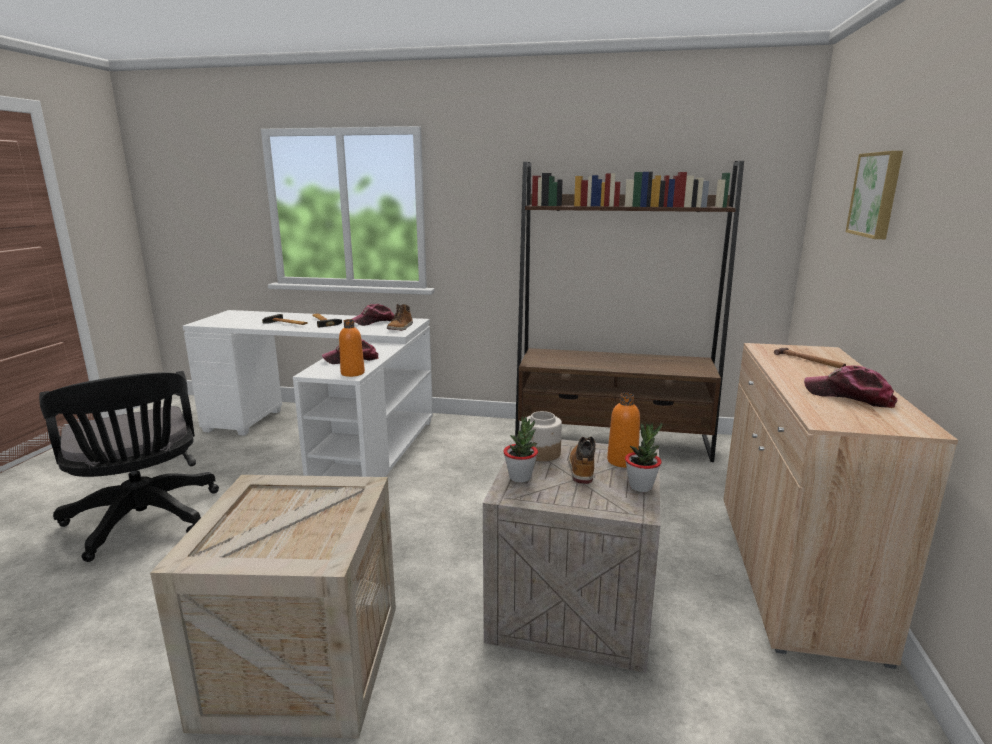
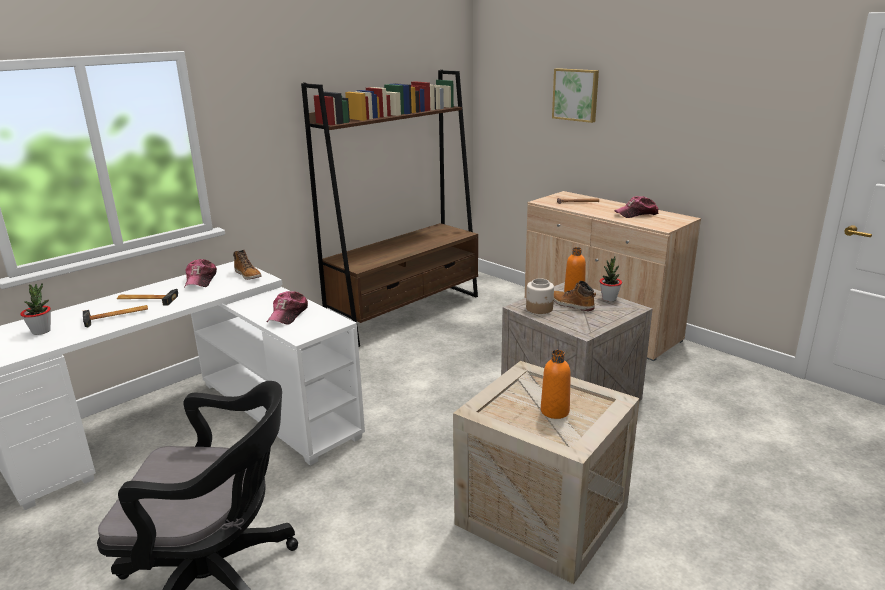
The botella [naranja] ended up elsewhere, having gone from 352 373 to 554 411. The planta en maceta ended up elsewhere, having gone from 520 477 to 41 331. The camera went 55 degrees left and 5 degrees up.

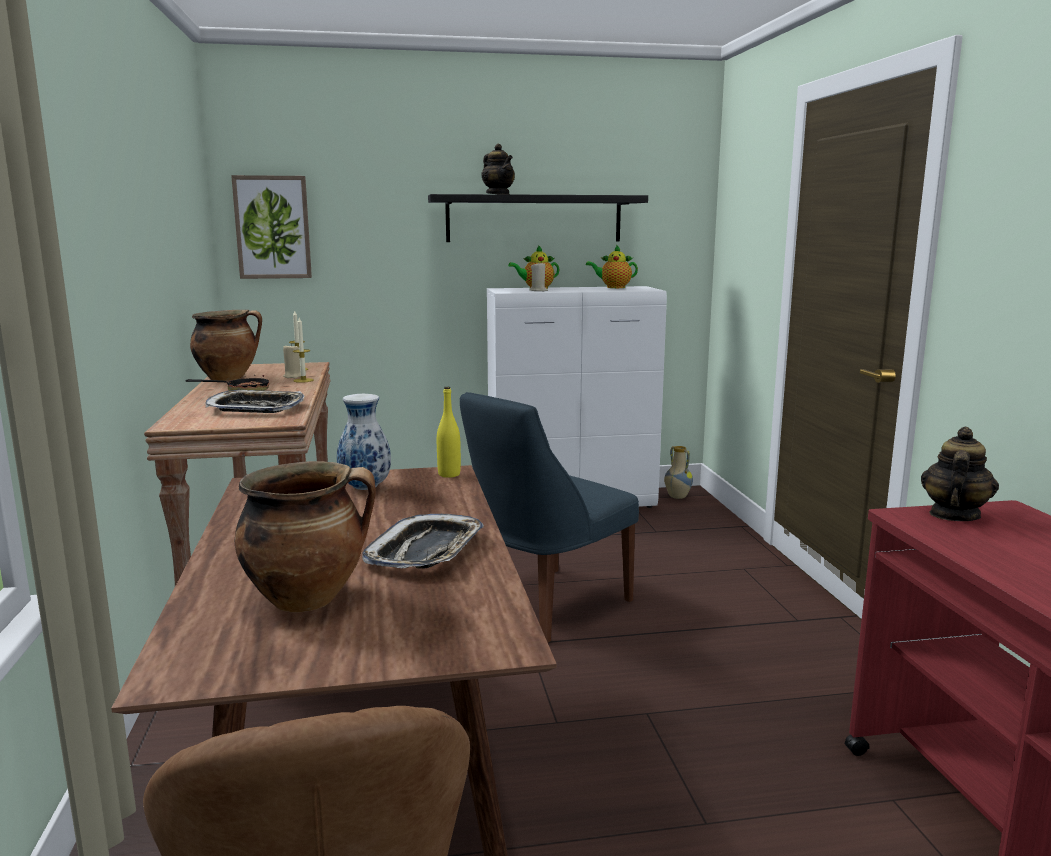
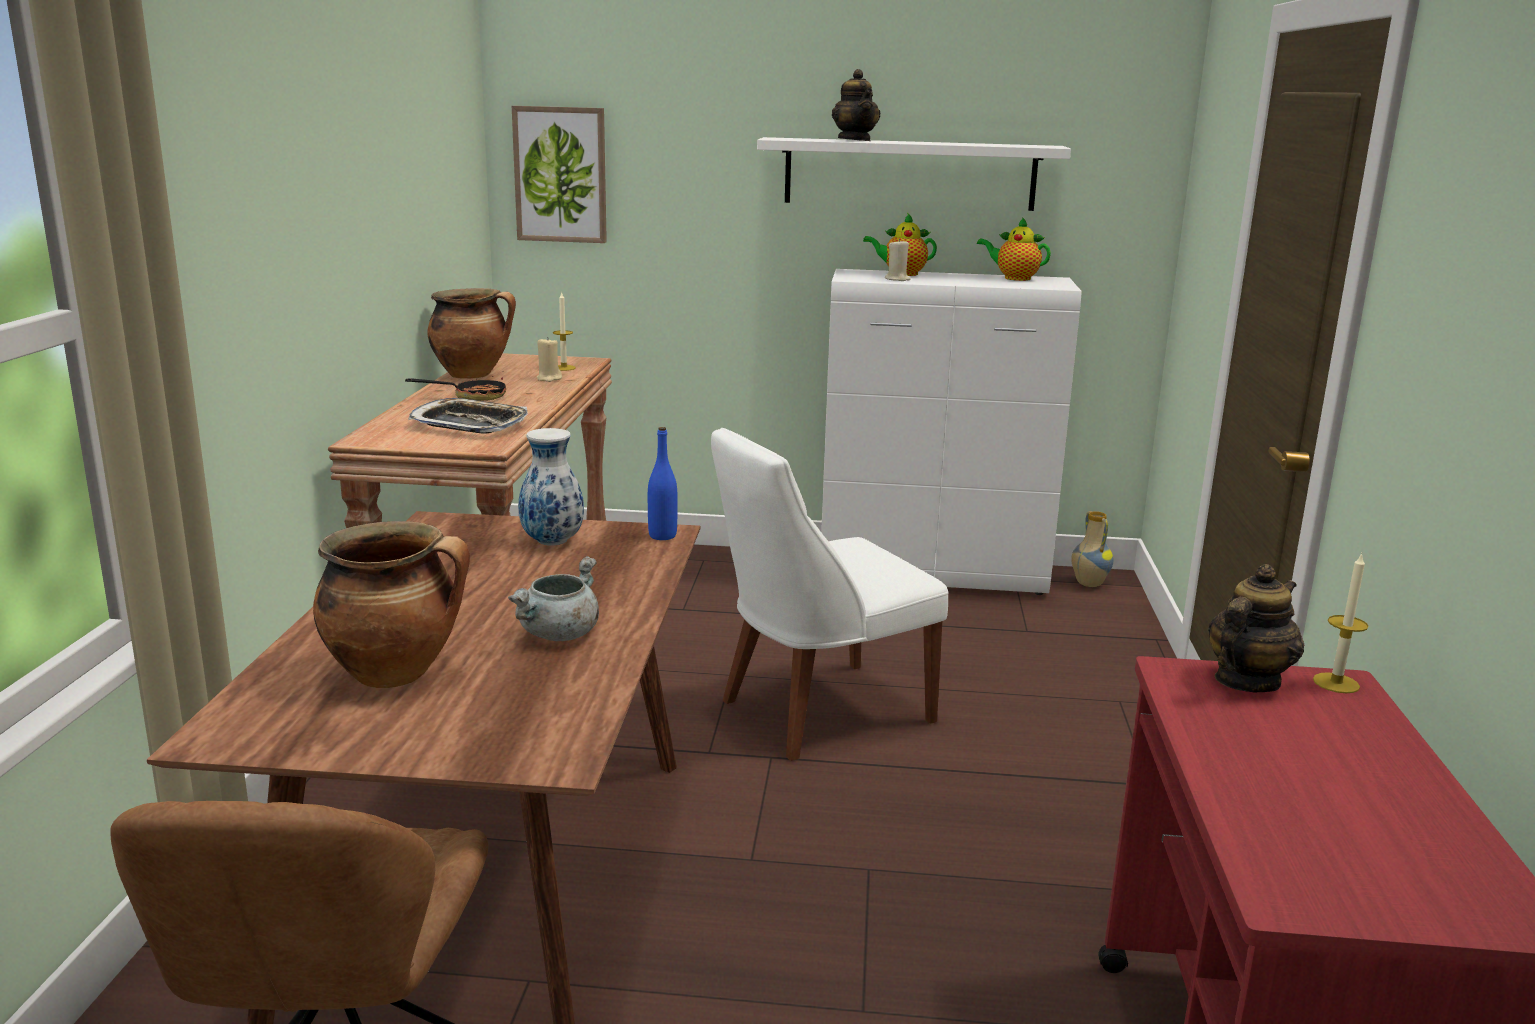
The vela ended up elsewhere, having gone from 303 380 to 1336 683. Where the bandeja stood at 426 551, the olla [gris] came to stand at 559 635. What was the estante [negro] at 534 219 turned into the estante [blanco] at 909 174. What was the botella [amarillo] at 449 474 turned into the botella [azul] at 662 536. What was the silla [azul] at 545 606 turned into the silla [blanco] at 817 712. The camera went 15 degrees right and 5 degrees up.

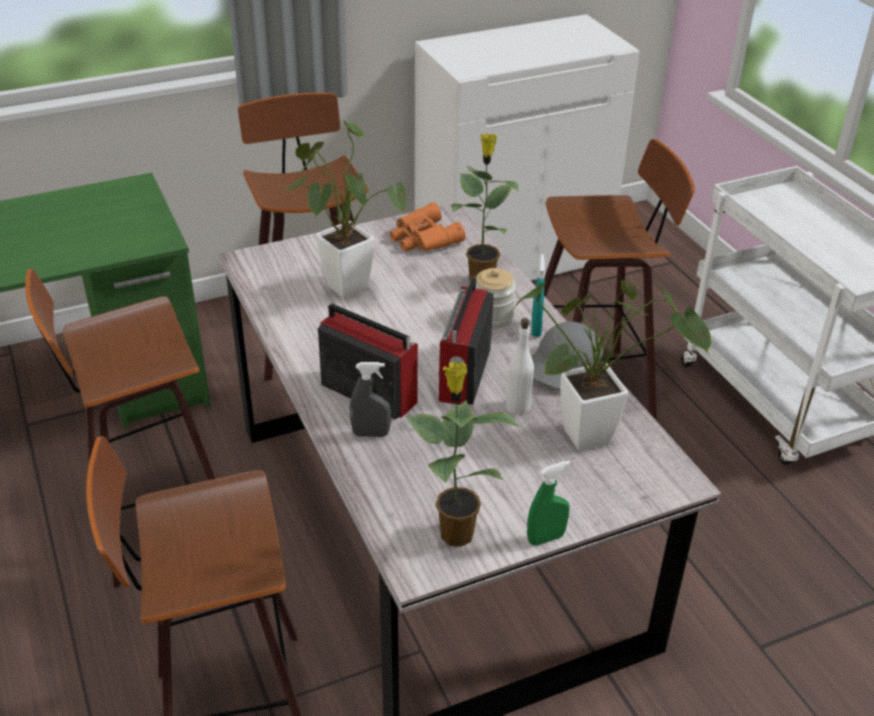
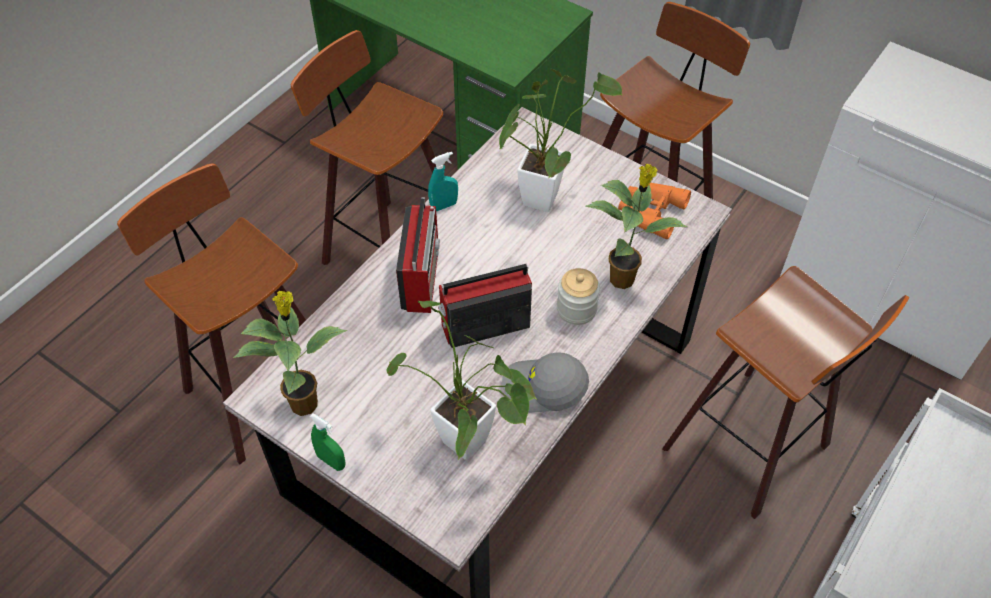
The second view lost the pulverizador [gris] at 371 434. The second view lost the botella [blanco] at 518 406. The pulverizador [turquesa] ended up elsewhere, having gone from 536 328 to 444 205. The camera went 60 degrees right and 15 degrees up.

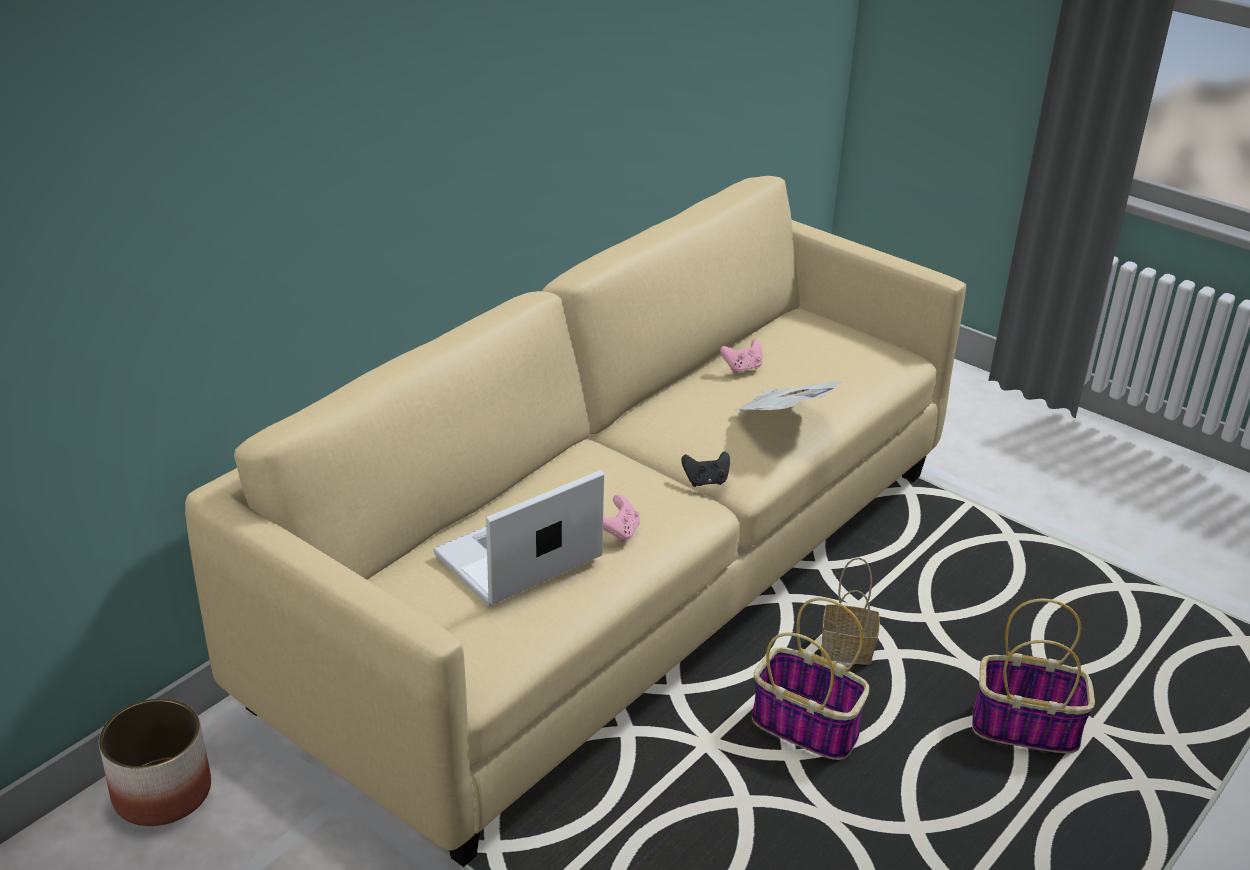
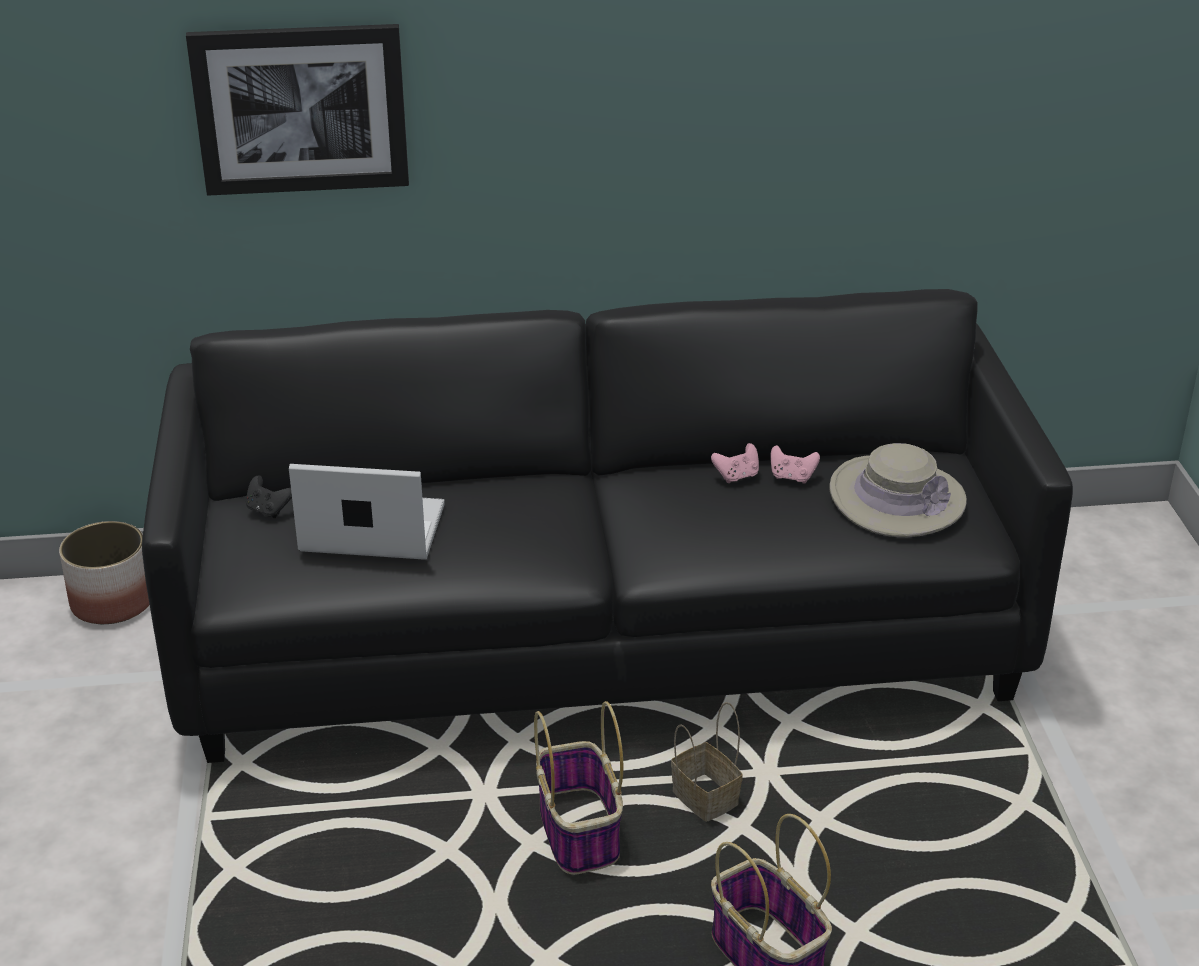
The second view lost the periódico at 785 419. The second view gained the cuadro at 301 109. The second view gained the sombrero [beis] at 896 498. The mando de consola [rosa] ended up elsewhere, having gone from 620 532 to 736 476. The mando de consola [negro] ended up elsewhere, having gone from 706 481 to 268 510. What was the sofá [beis] at 619 580 turned into the sofá [negro] at 600 636. The camera went 45 degrees right and 0 degrees up.

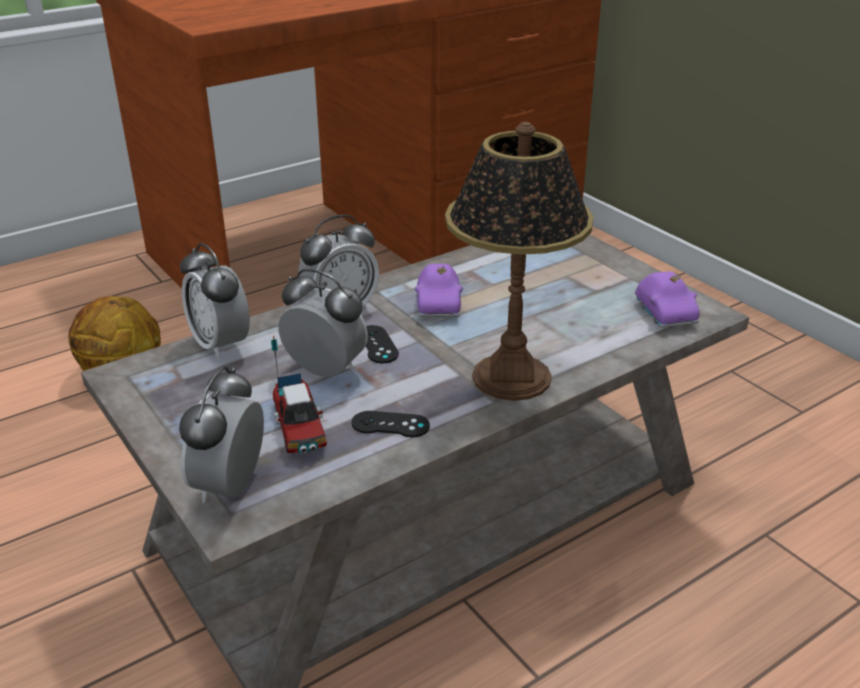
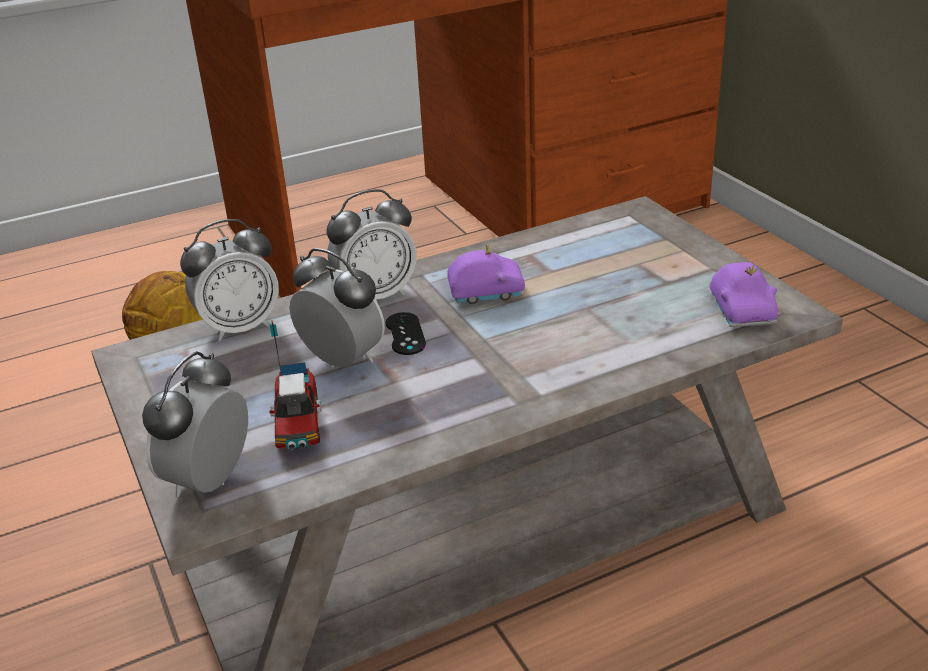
The second view lost the mando de consola [negro] at 390 425. The second view lost the lámpara de mesa at 511 378. The despertador at 220 344 ended up facing another way, 90 degrees counterclockwise from before. The coche de juguete [morado] at 439 305 ended up facing another way, 105 degrees counterclockwise from before. The camera went 10 degrees right and 0 degrees up.

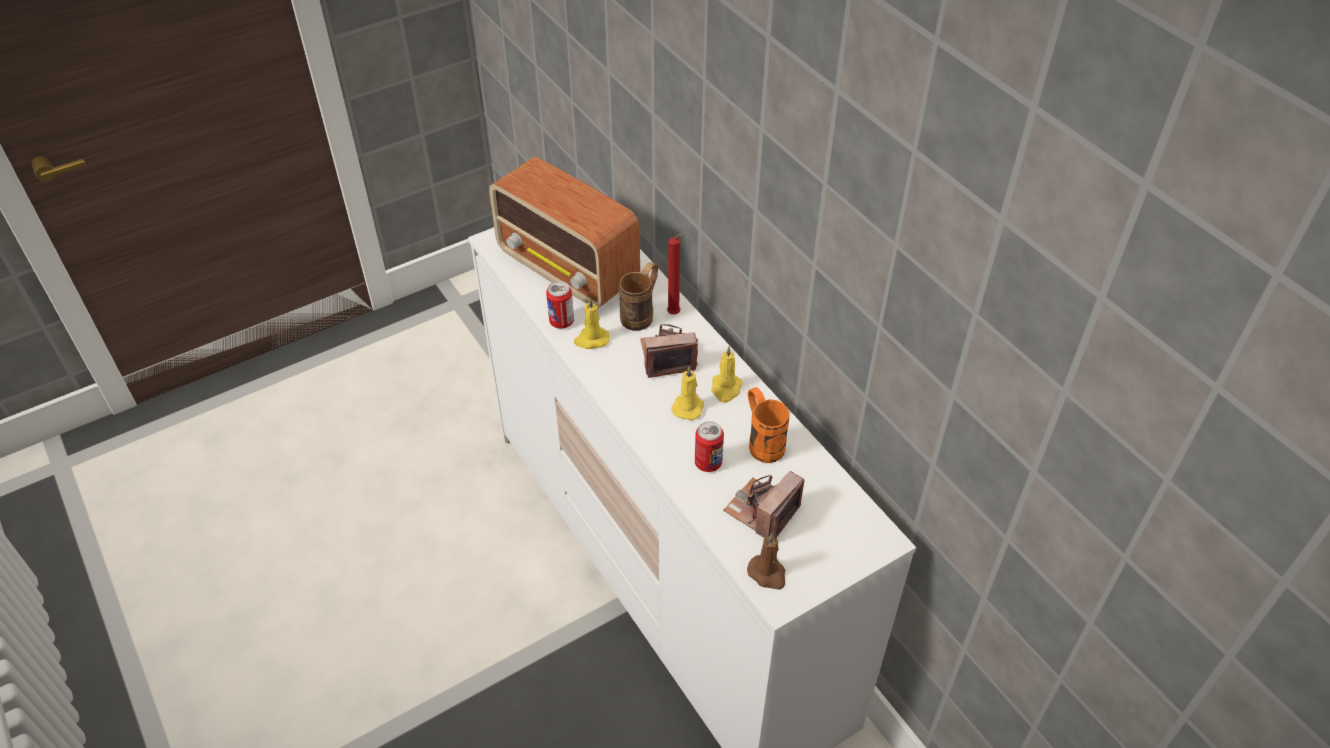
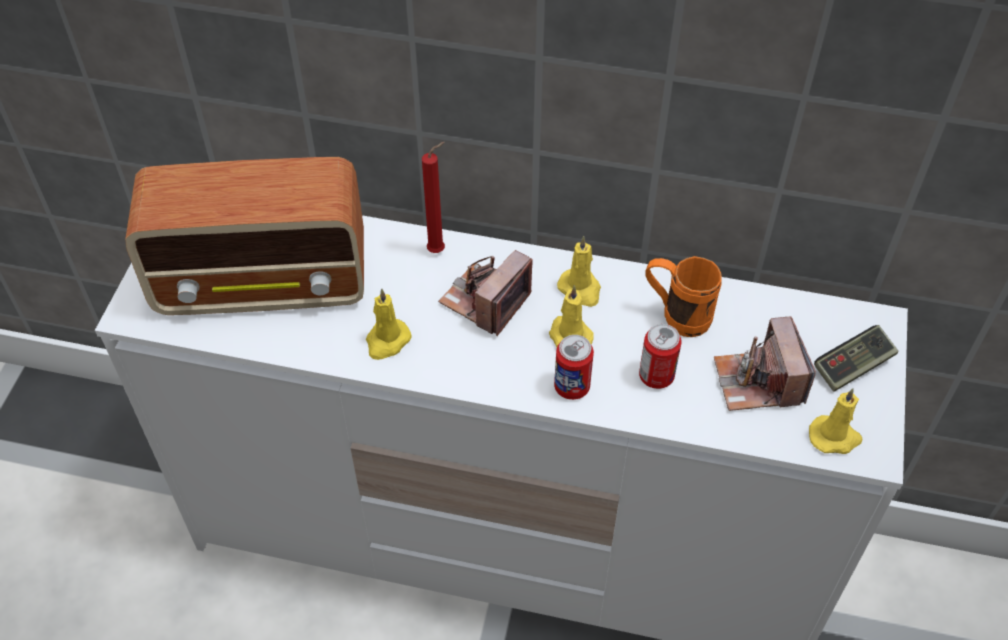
The second view lost the taza grande [marrón] at 641 314. The second view gained the mando de consola at 852 366. The lata ended up elsewhere, having gone from 561 322 to 572 387. What was the vela [marrón] at 768 574 turned into the vela [amarillo] at 835 437. The camera went 45 degrees left and 5 degrees up.

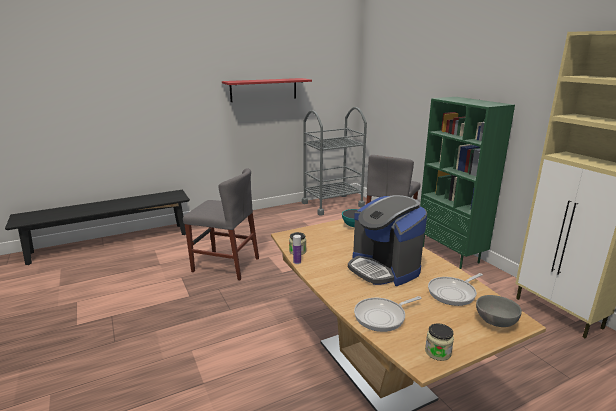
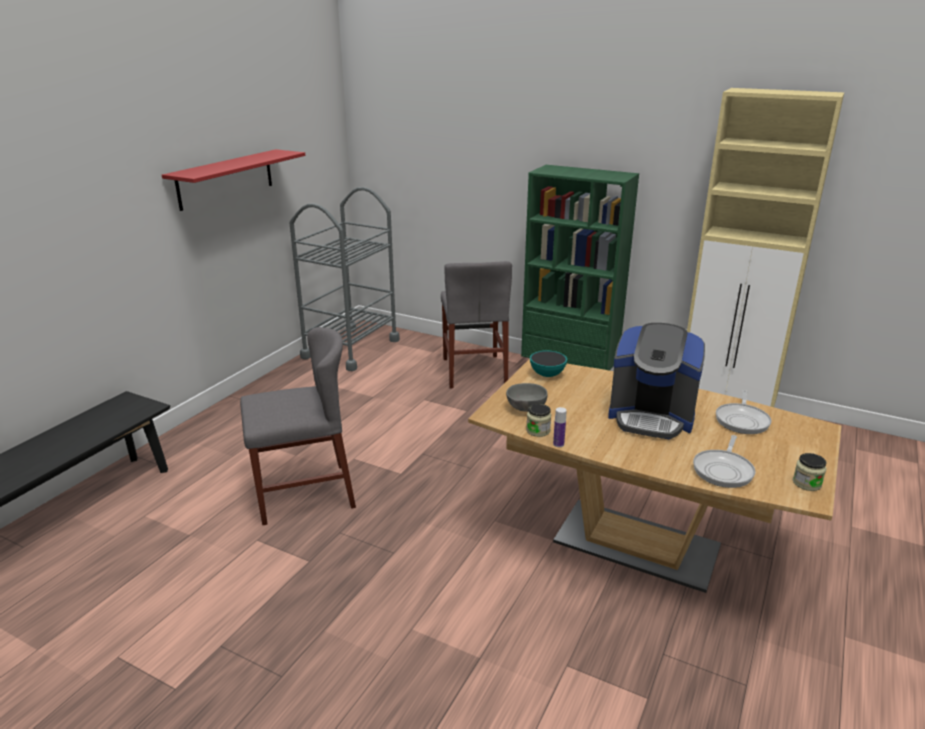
The cuenco [gris] ended up elsewhere, having gone from 494 322 to 525 409. The camera went 35 degrees left and 5 degrees up.

